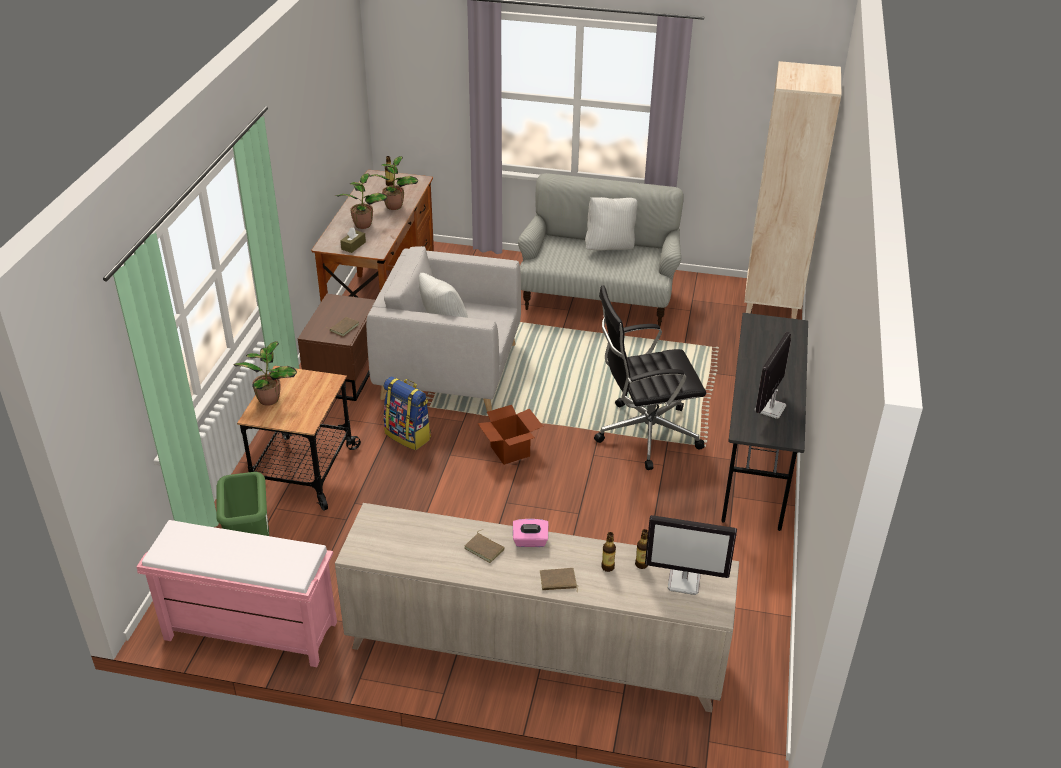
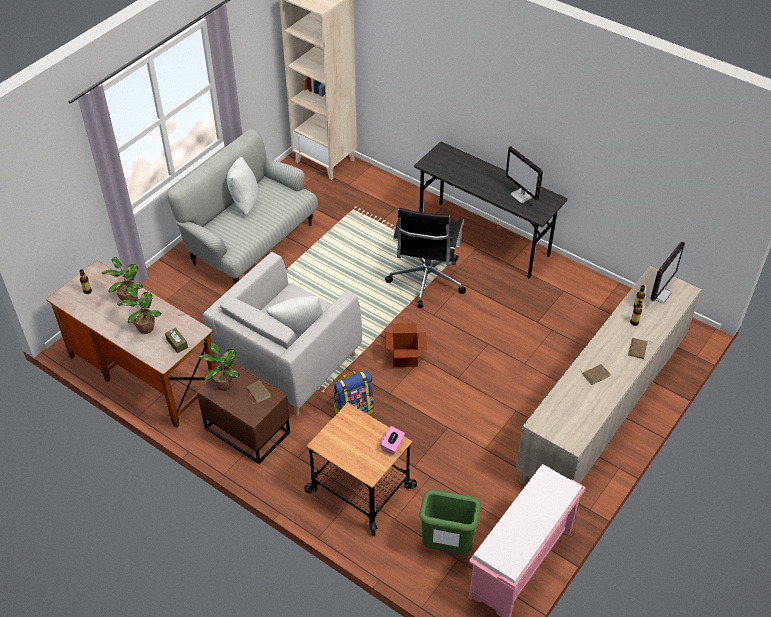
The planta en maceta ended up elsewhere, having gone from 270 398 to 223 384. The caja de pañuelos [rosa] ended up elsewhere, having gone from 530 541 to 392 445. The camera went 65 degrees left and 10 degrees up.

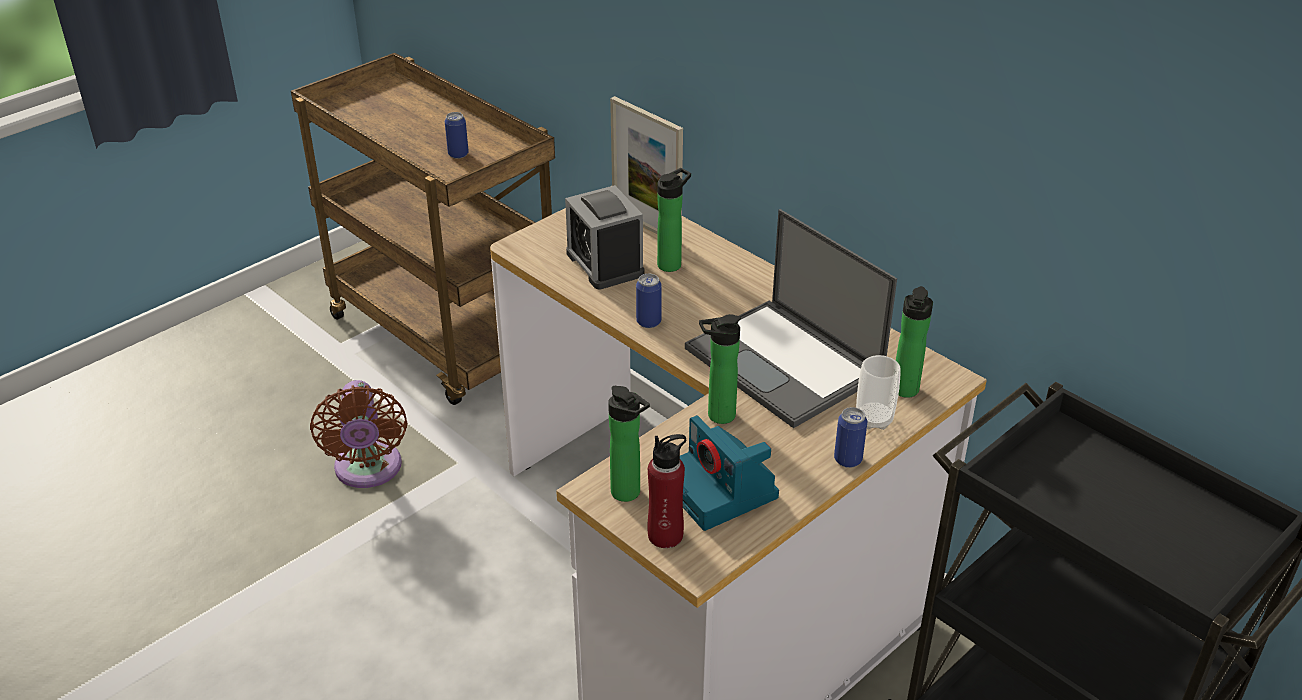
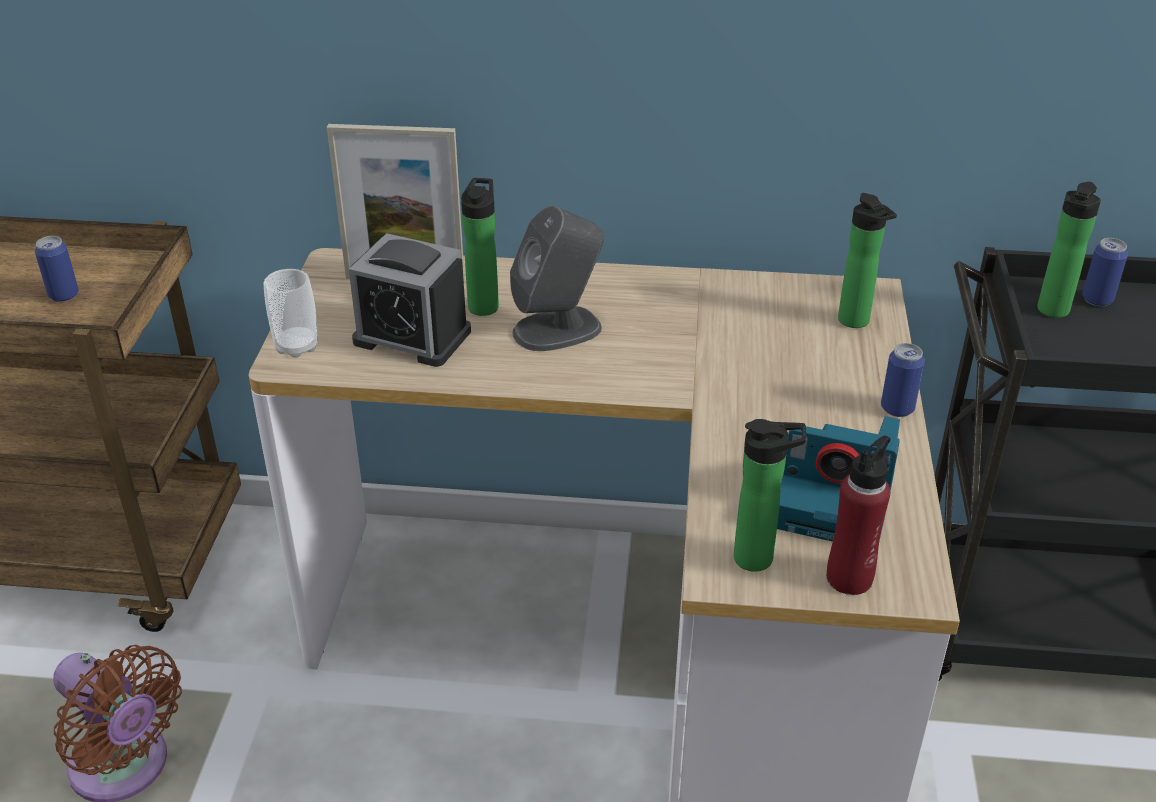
The second view lost the portátil at 786 363. The second view gained the altavoz [gris] at 558 329. The lata ended up elsewhere, having gone from 648 322 to 1097 299. The botella ended up elsewhere, having gone from 717 416 to 1051 312. The taza ended up elsewhere, having gone from 874 419 to 297 346. The camera went 40 degrees left and 0 degrees up.

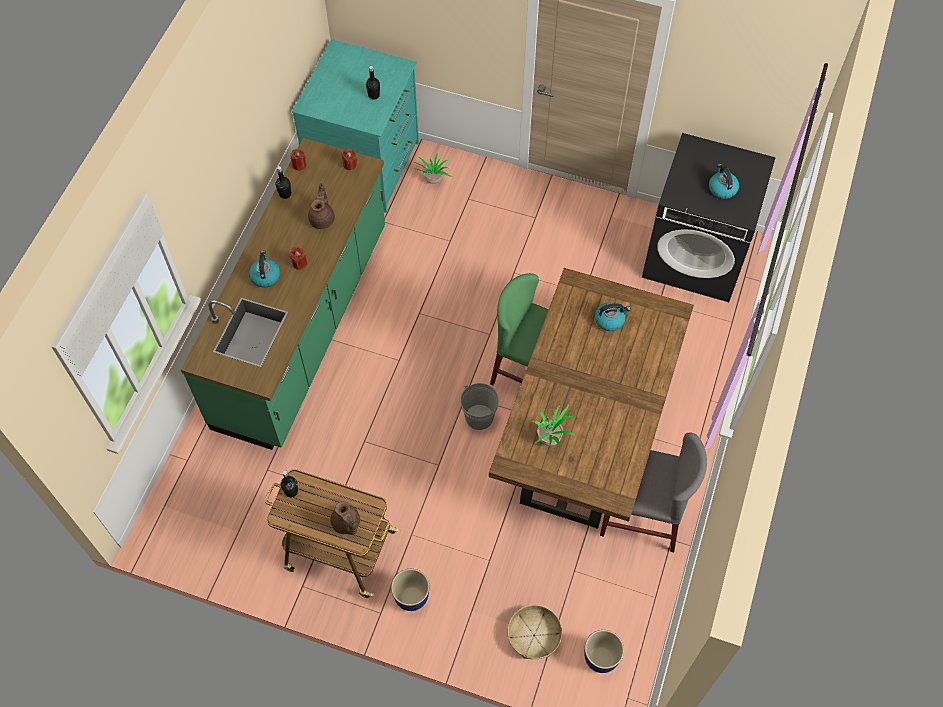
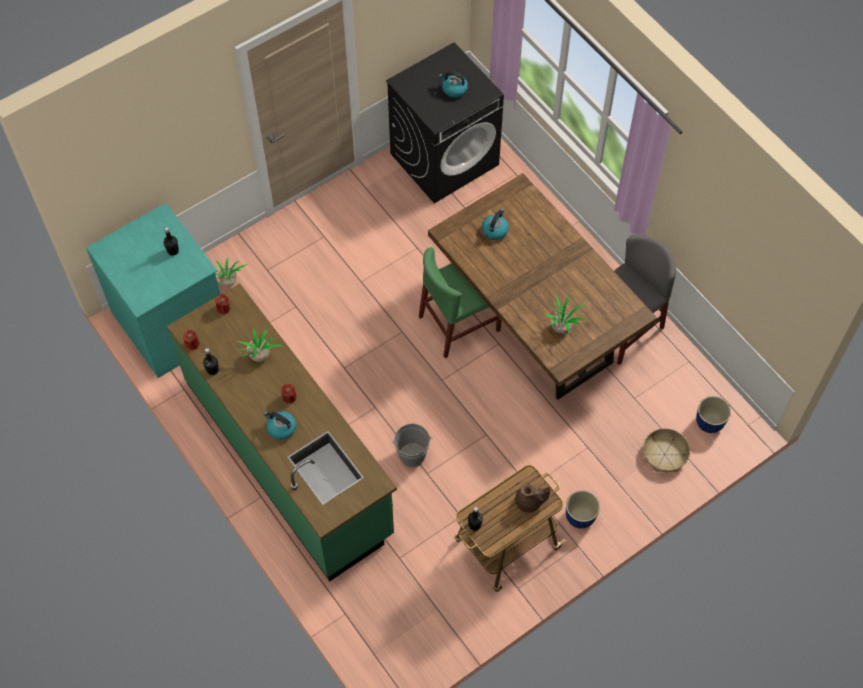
The cubo [gris] ended up elsewhere, having gone from 479 417 to 412 455. Where the tetera [marrón] stood at 322 219, the planta en maceta came to stand at 260 357. The camera went 55 degrees left and 0 degrees up.

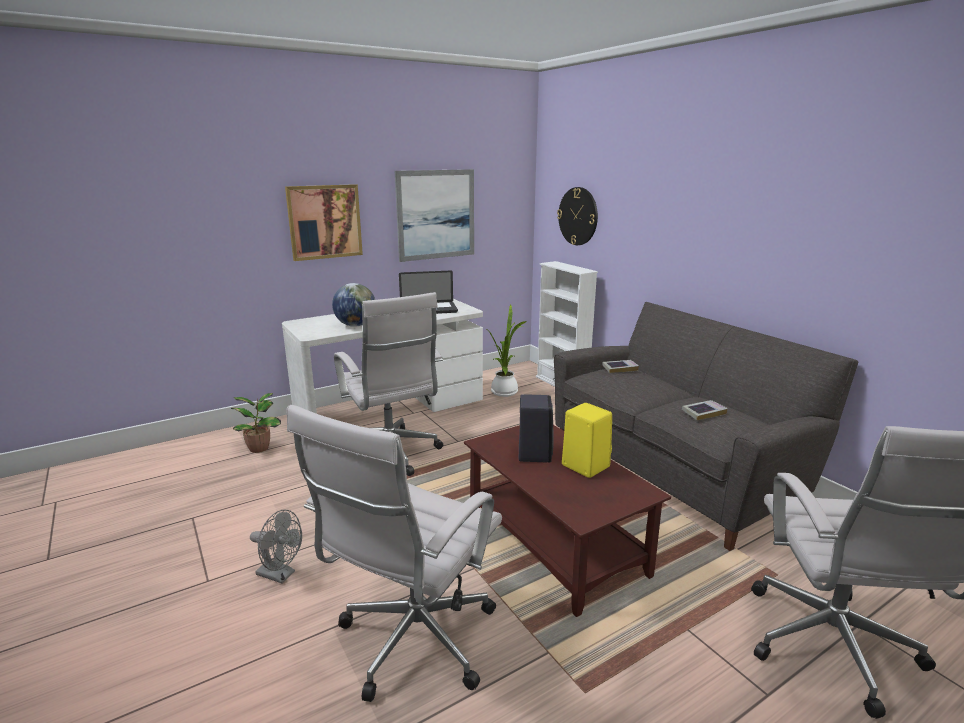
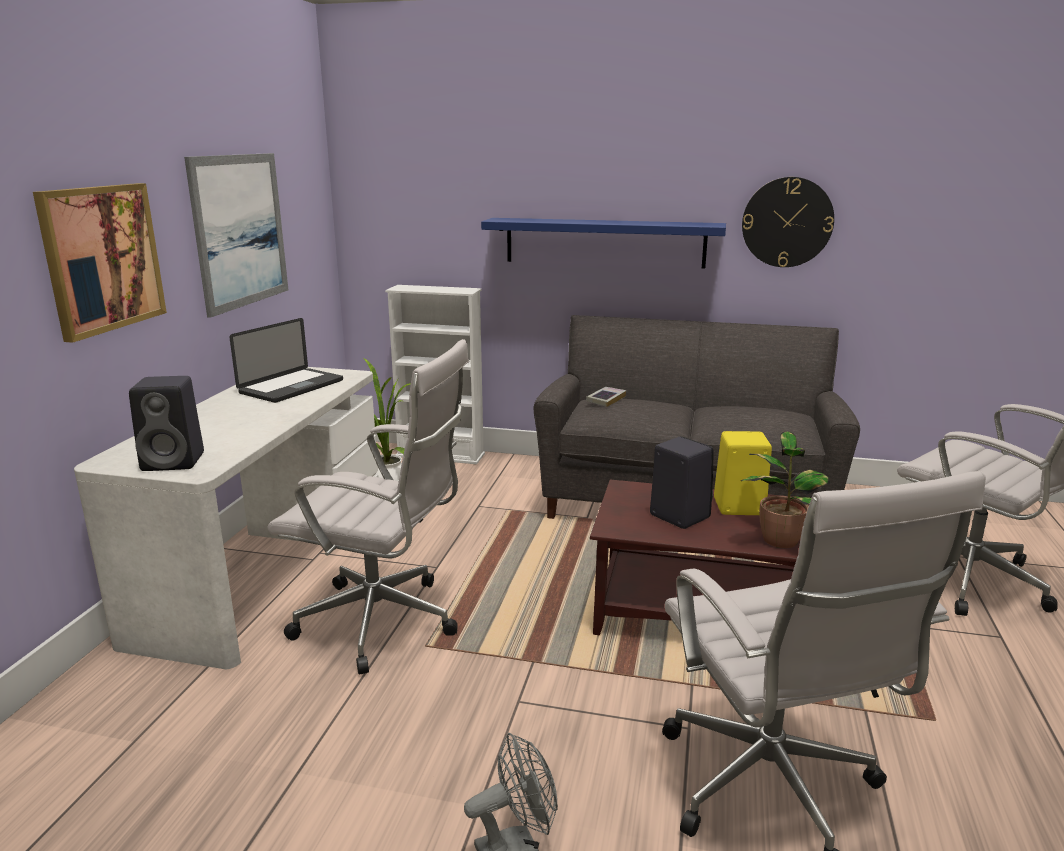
The second view lost the globo terráqueo at 356 325. The second view lost the libro at 703 413. The second view gained the altavoz [negro] at 175 461. The second view gained the estante [azul] at 604 242. The planta en maceta ended up elsewhere, having gone from 260 448 to 779 538. The reloj de pared ended up elsewhere, having gone from 578 216 to 787 222. The camera went 45 degrees left and 0 degrees up.

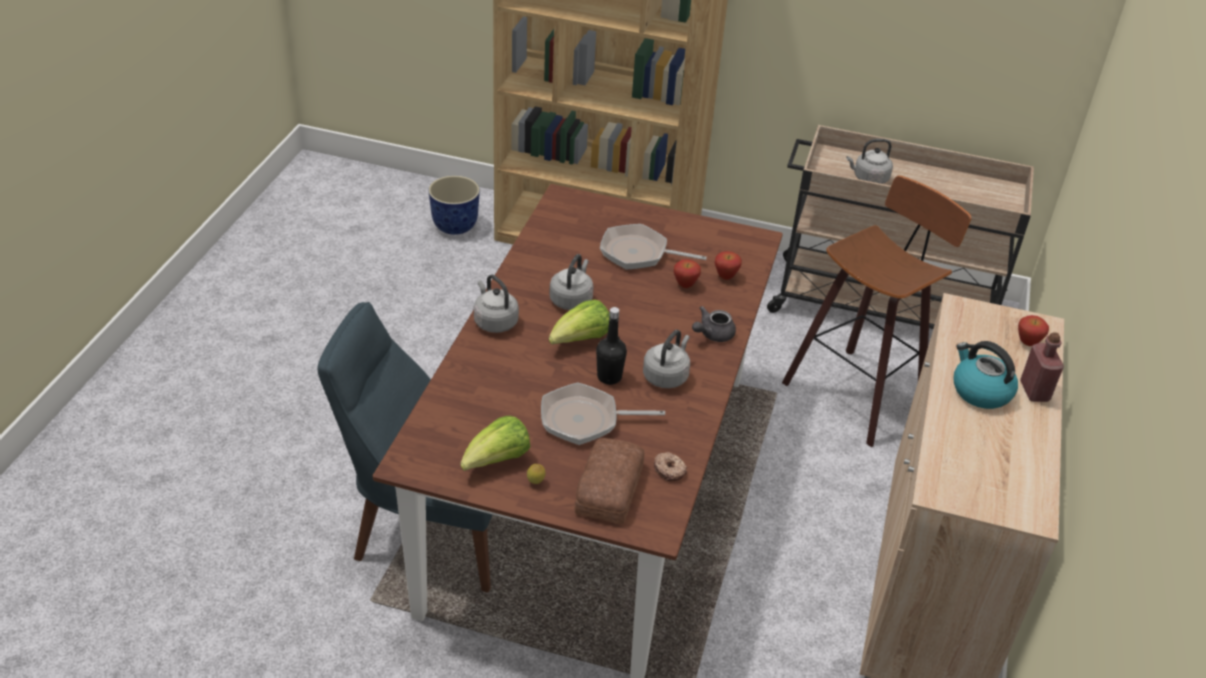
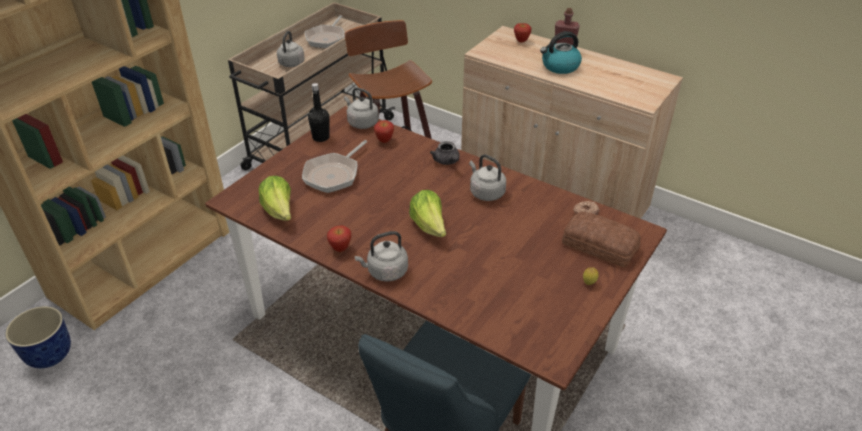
The lechuga ended up elsewhere, having gone from 497 461 to 279 211. The sartén ended up elsewhere, having gone from 585 420 to 327 38. The hervidor [gris] ended up elsewhere, having gone from 572 299 to 361 122. The botella [negro] ended up elsewhere, having gone from 609 377 to 321 137. The manzana ended up elsewhere, having gone from 685 285 to 340 249. The camera went 70 degrees left and 0 degrees up.

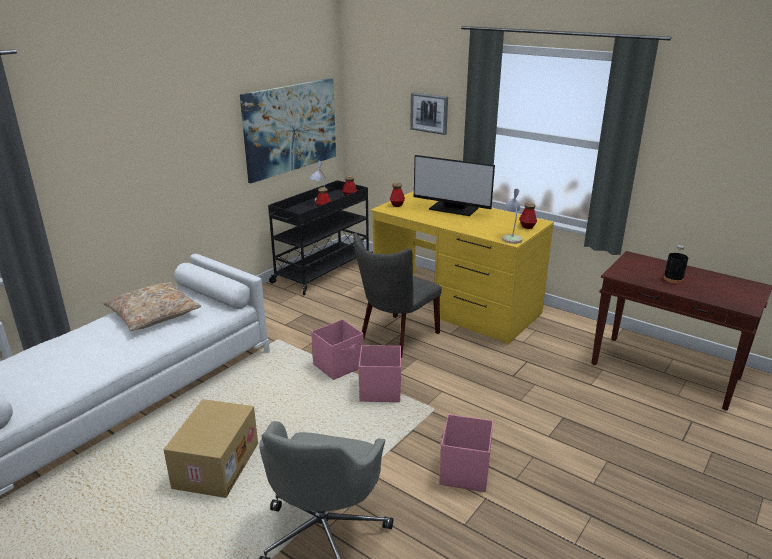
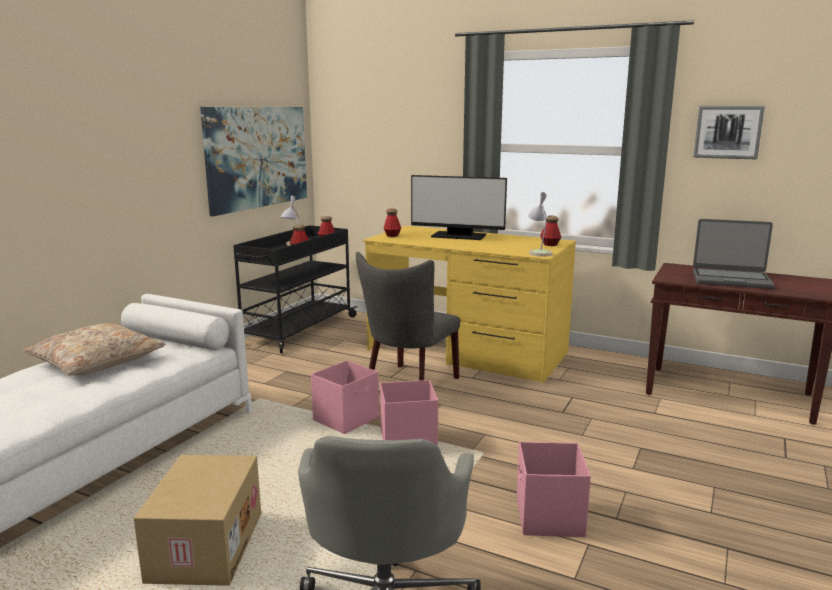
The cuadro ended up elsewhere, having gone from 429 113 to 728 132. Where the botella [negro] stood at 673 279, the portátil came to stand at 731 279. The camera went 10 degrees left and 10 degrees down.

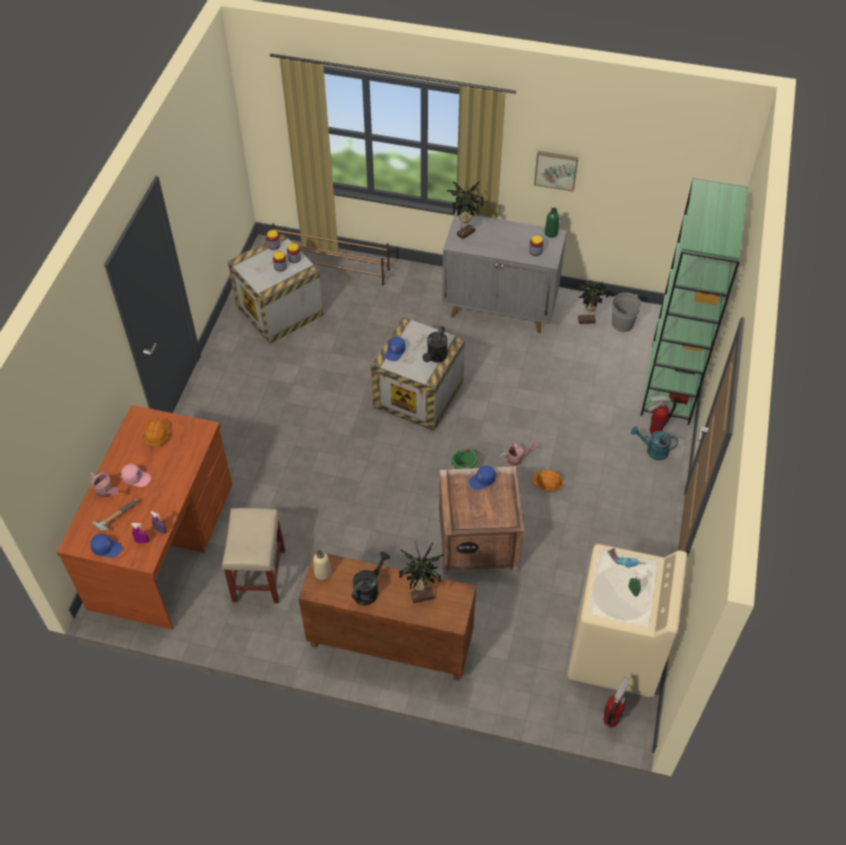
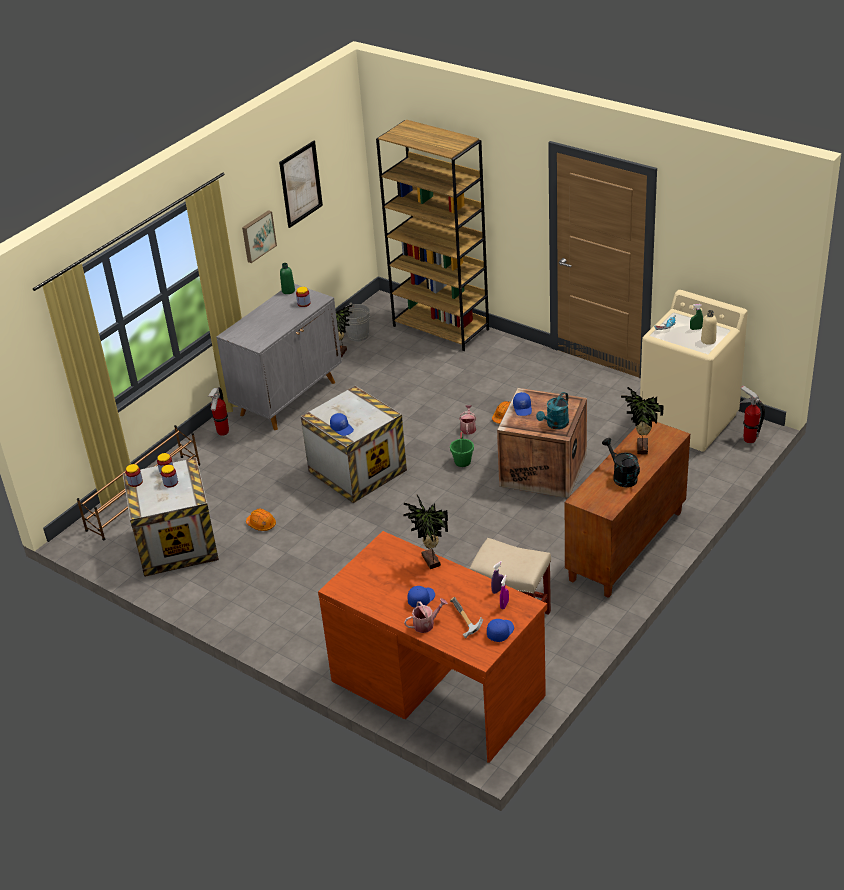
The second view lost the regadera [negro] at 435 357. The second view gained the cuadro at 300 184. The casco [naranja] ended up elsewhere, having gone from 157 435 to 261 524. The botella [beis] ended up elsewhere, having gone from 322 573 to 708 340. The planta en maceta ended up elsewhere, having gone from 464 232 to 429 561. The regadera [turquesa] ended up elsewhere, having gone from 653 451 to 555 425. The extintor ended up elsewhere, having gone from 654 431 to 223 432. What was the gorra [rosa] at 137 478 turned into the gorra [azul] at 421 599. What was the estantería [verde] at 670 384 turned into the estantería [marrón] at 441 328. The camera went 65 degrees left and 15 degrees down.

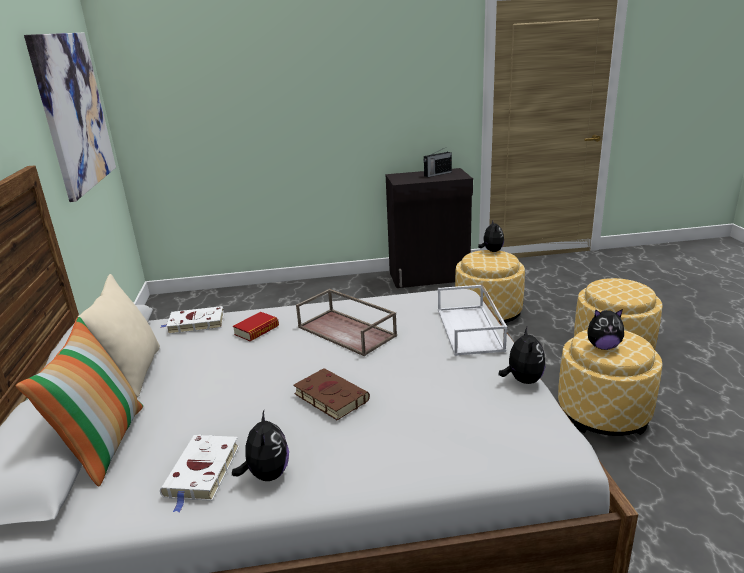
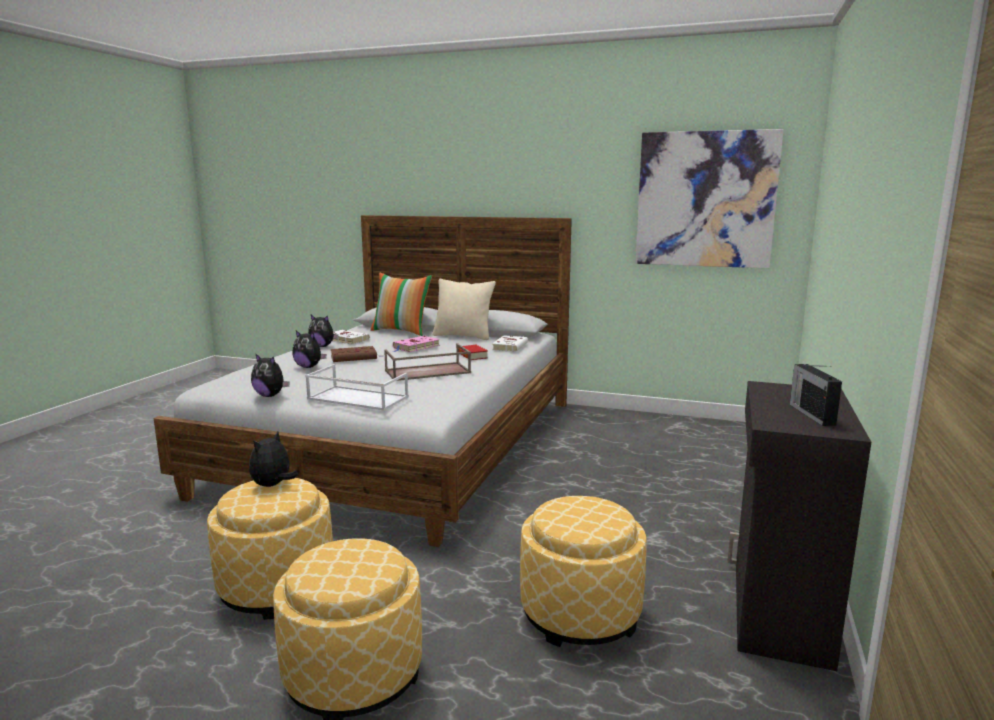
The second view gained the libro [rosa] at 415 347. The peluche ended up elsewhere, having gone from 491 251 to 309 367. The camera went 115 degrees right and 10 degrees down.

